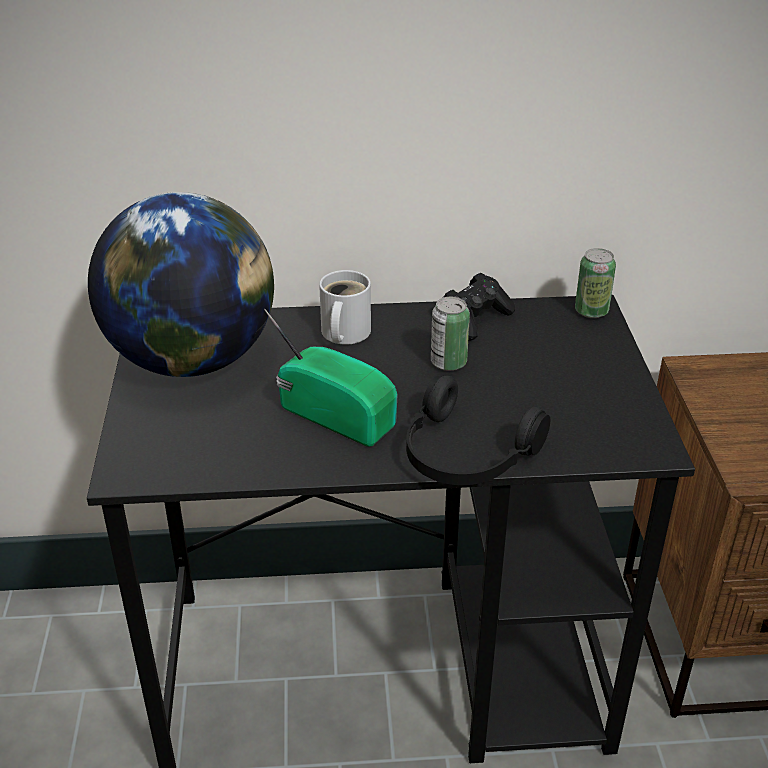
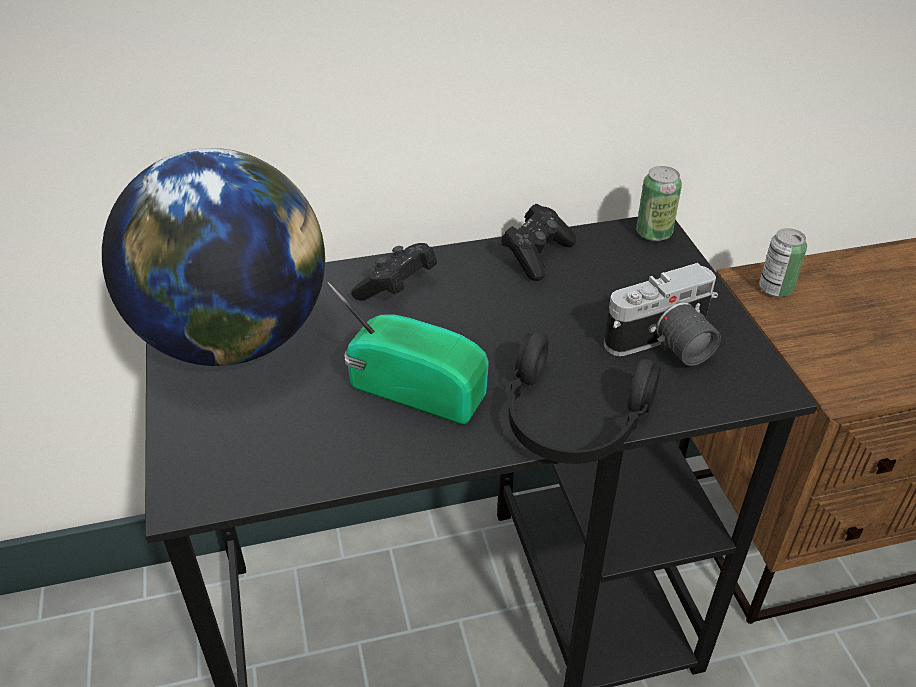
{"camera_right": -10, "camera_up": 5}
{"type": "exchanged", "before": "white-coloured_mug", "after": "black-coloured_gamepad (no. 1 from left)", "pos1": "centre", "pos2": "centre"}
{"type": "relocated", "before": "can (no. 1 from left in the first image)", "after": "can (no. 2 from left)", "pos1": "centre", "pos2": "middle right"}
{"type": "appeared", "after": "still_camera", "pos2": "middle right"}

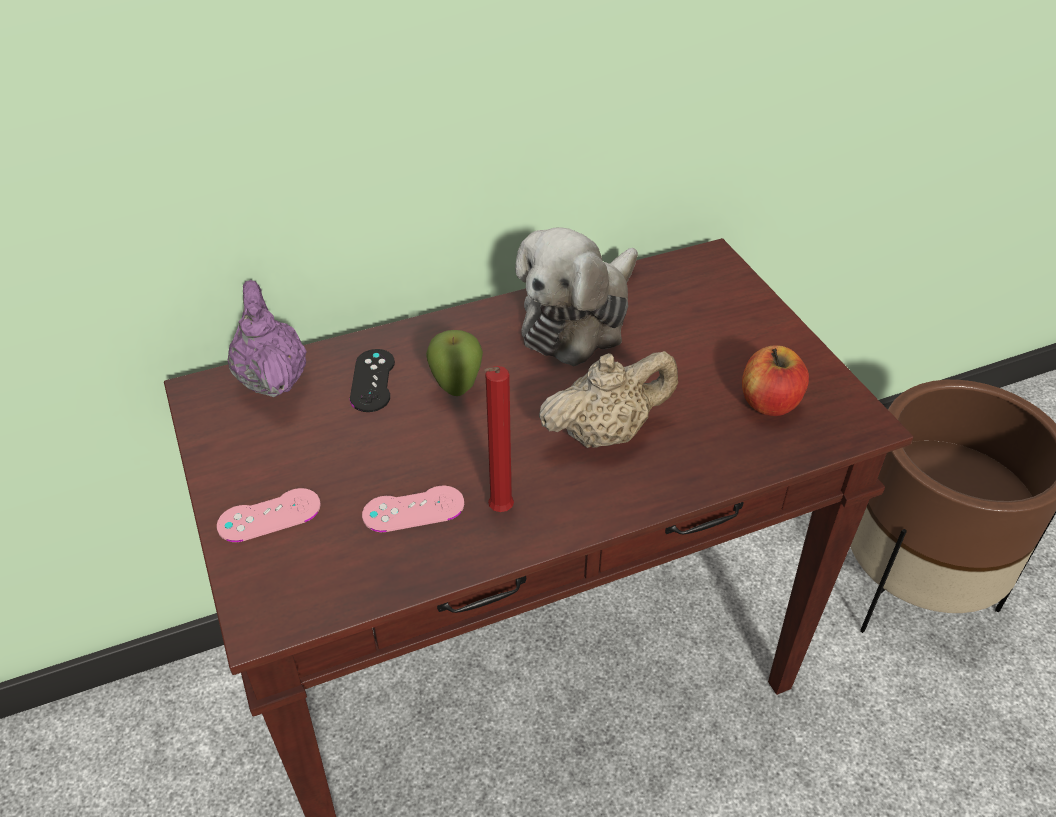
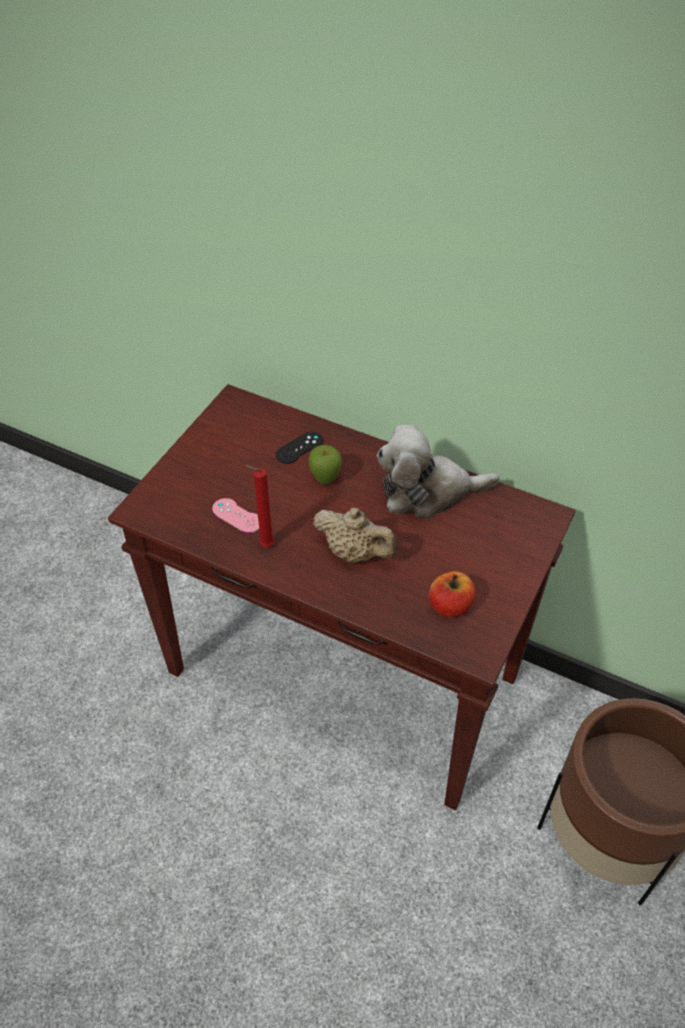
{"camera_right": 50, "camera_up": 5}
{"type": "missing", "before": "pink-coloured_gamepad (no. 1 from left)", "pos1": "middle left"}
{"type": "missing", "before": "purple-coloured_tea_pot", "pos1": "middle left"}

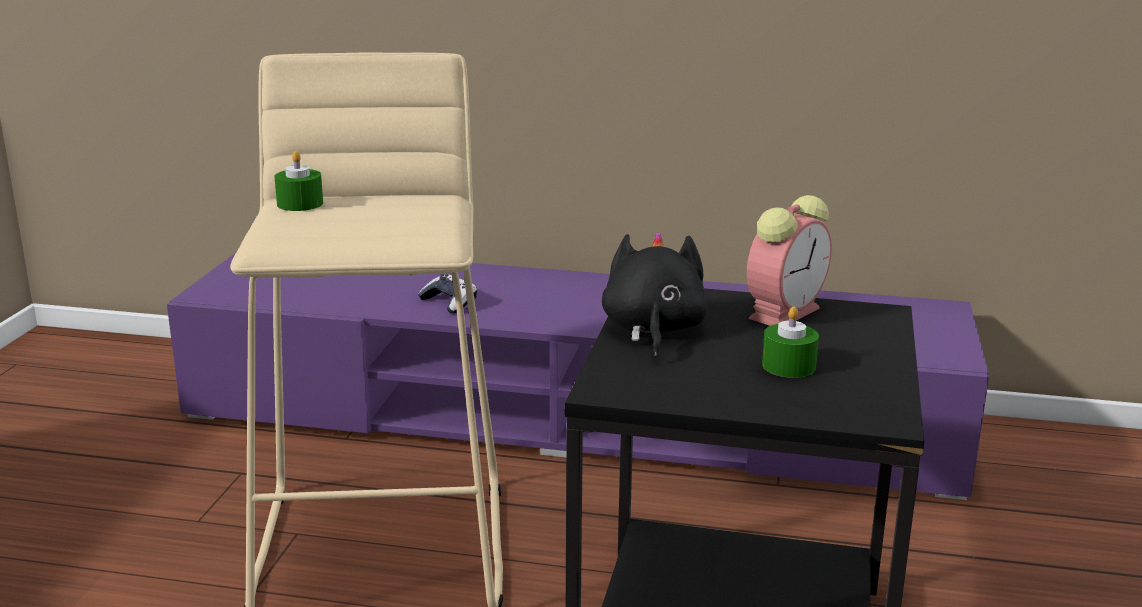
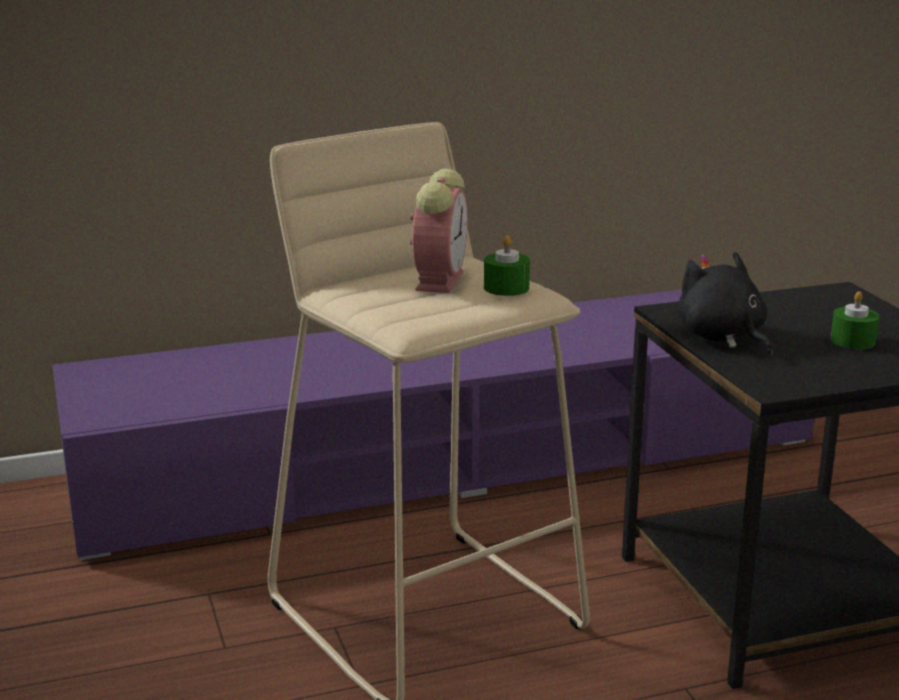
{"camera_right": -30, "camera_up": 0}
{"type": "relocated", "before": "green_wax_light (no. 1 from left)", "pos1": "top left", "pos2": "centre"}
{"type": "missing", "before": "gamepad", "pos1": "centre"}
{"type": "relocated", "before": "table_clock", "pos1": "middle right", "pos2": "top centre"}

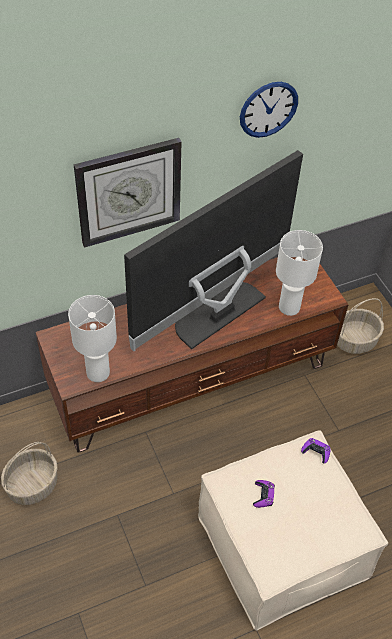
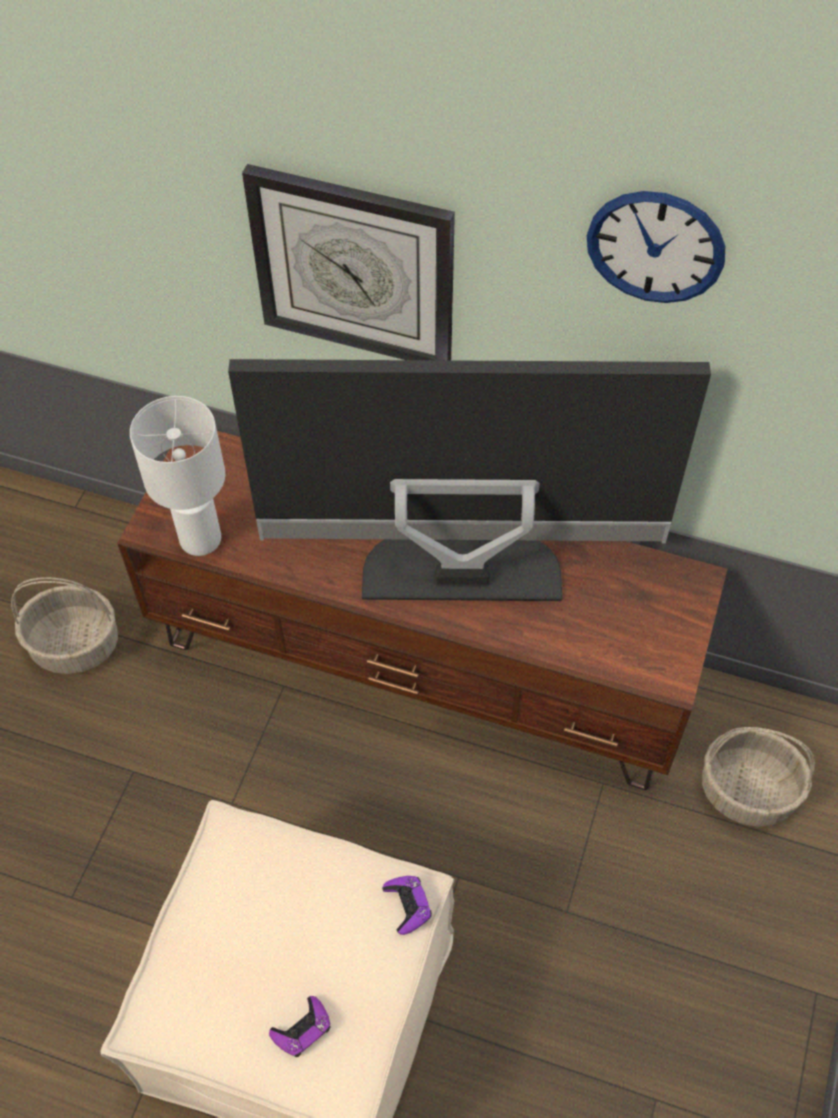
{"camera_right": 45, "camera_up": 5}
{"type": "relocated", "before": "purple-coloured_gamepad (no. 1 from left)", "pos1": "bottom right", "pos2": "bottom centre"}
{"type": "missing", "before": "white-coloured_tabletop_lamp (no. 2 from left)", "pos1": "middle right"}

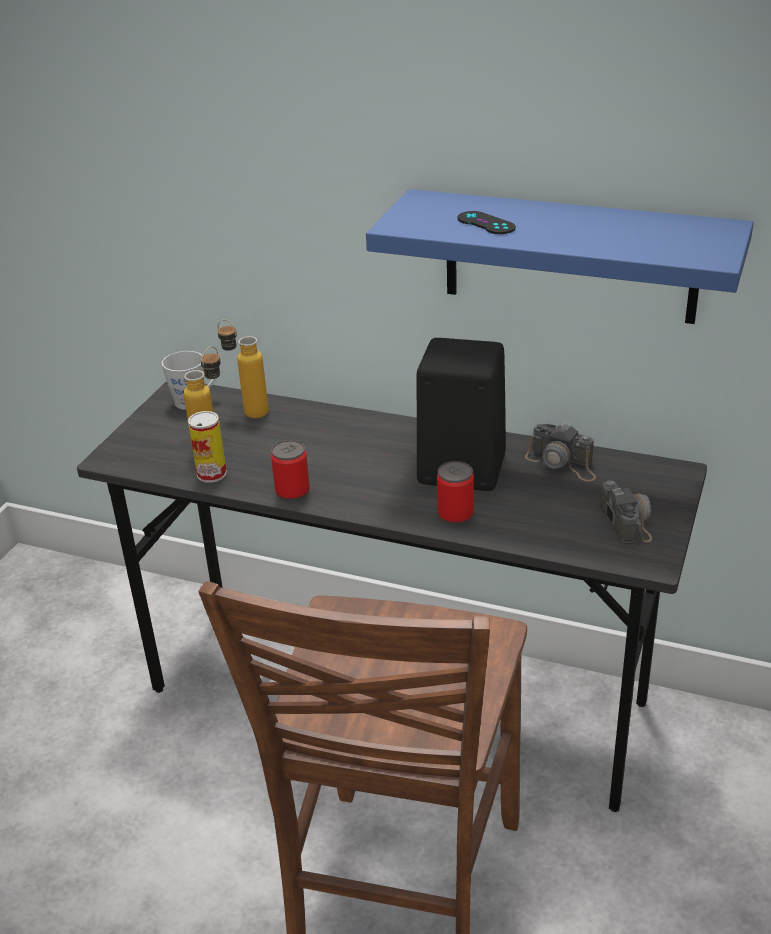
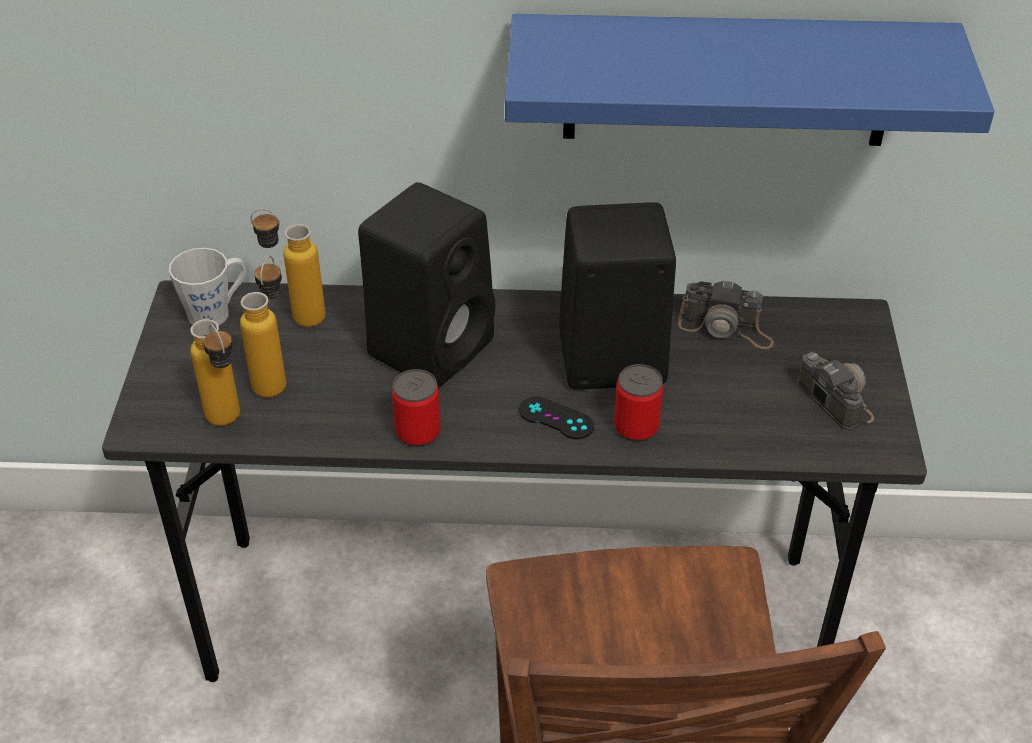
{"camera_right": -20, "camera_up": 10}
{"type": "missing", "before": "can (no. 1 from left)", "pos1": "middle left"}
{"type": "relocated", "before": "black-coloured_gamepad", "pos1": "top centre", "pos2": "centre"}
{"type": "appeared", "after": "bottle (no. 1 from left)", "pos2": "middle left"}
{"type": "appeared", "after": "black-coloured_audio_speaker (no. 1 from left)", "pos2": "centre"}

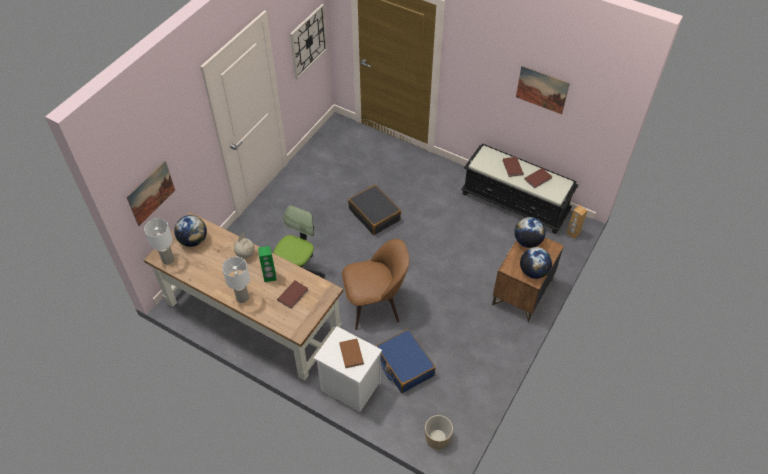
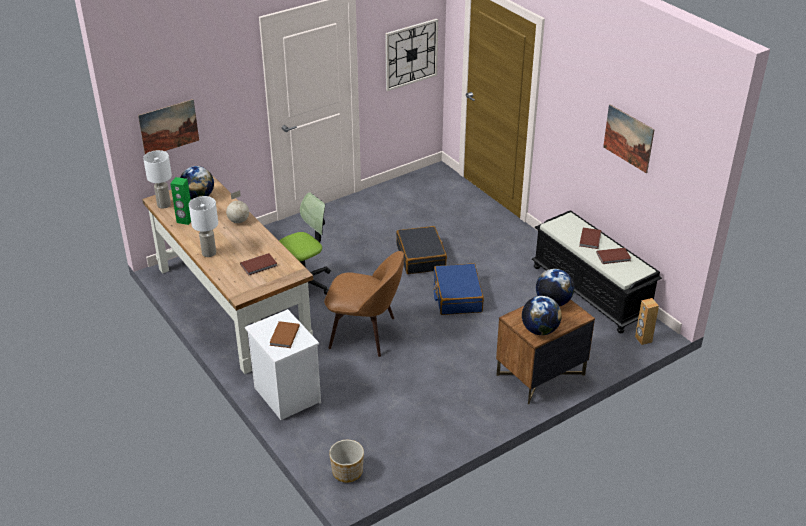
{"camera_right": 25, "camera_up": -15}
{"type": "relocated", "before": "green_audio_speaker", "pos1": "centre", "pos2": "middle left"}
{"type": "relocated", "before": "blue_suitcase", "pos1": "bottom centre", "pos2": "centre"}

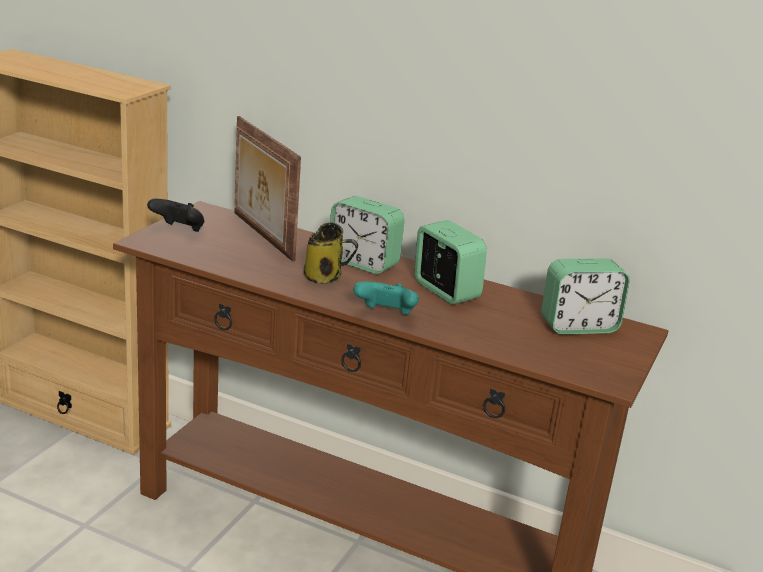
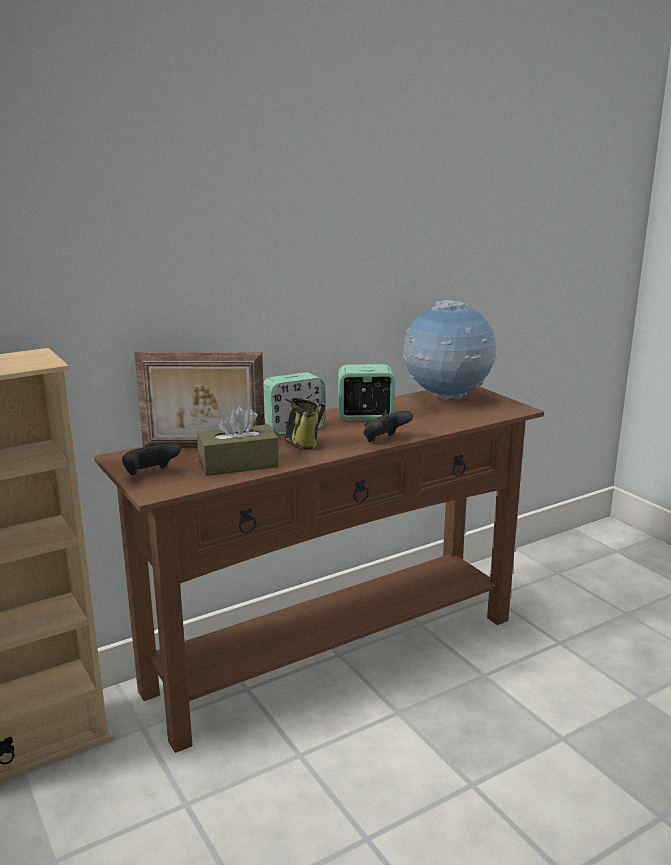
{"camera_right": -55, "camera_up": -5}
{"type": "colour", "before": "blue-green_gamepad", "after": "black-coloured_gamepad (no. 2 from left)", "pos1": "centre", "pos2": "centre"}
{"type": "exchanged", "before": "table_clock (no. 3 from left)", "after": "world_globe", "pos1": "middle right", "pos2": "middle right"}
{"type": "appeared", "after": "brownish_tissue_box", "pos2": "centre"}

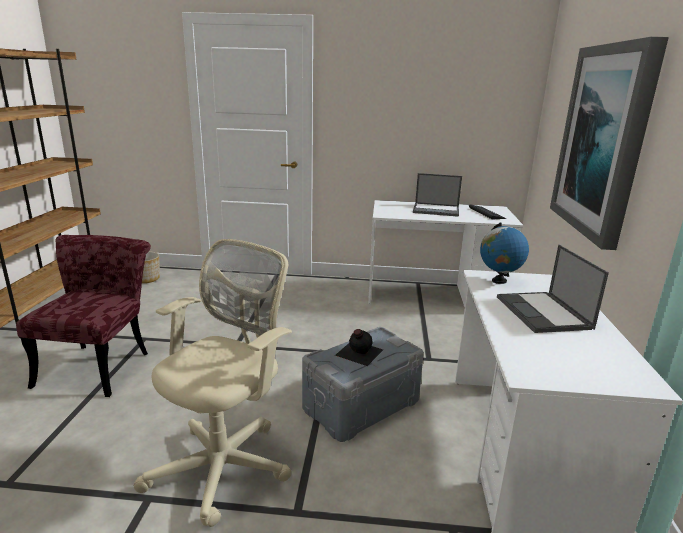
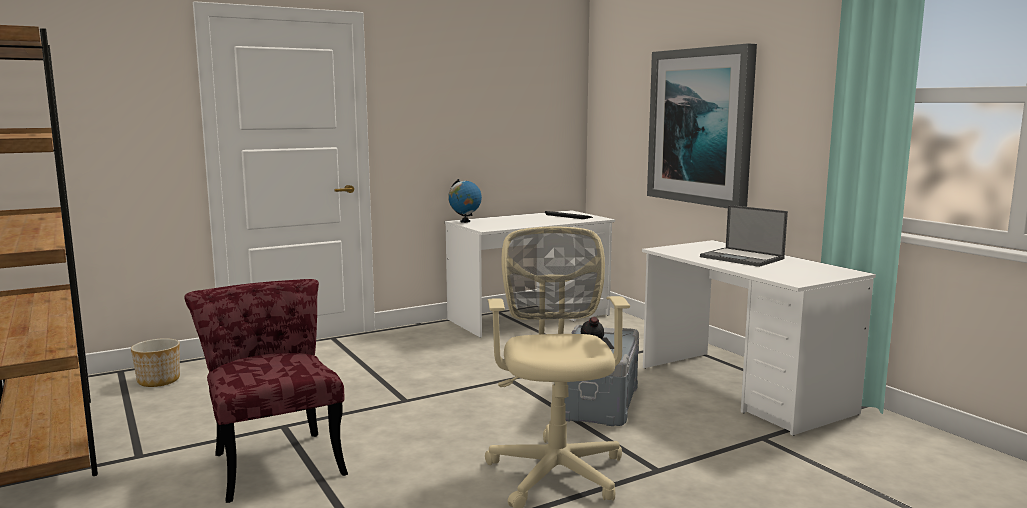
{"camera_right": -35, "camera_up": -10}
{"type": "missing", "before": "portable_computer (no. 1 from left)", "pos1": "centre"}
{"type": "relocated", "before": "world_globe", "pos1": "middle right", "pos2": "centre"}

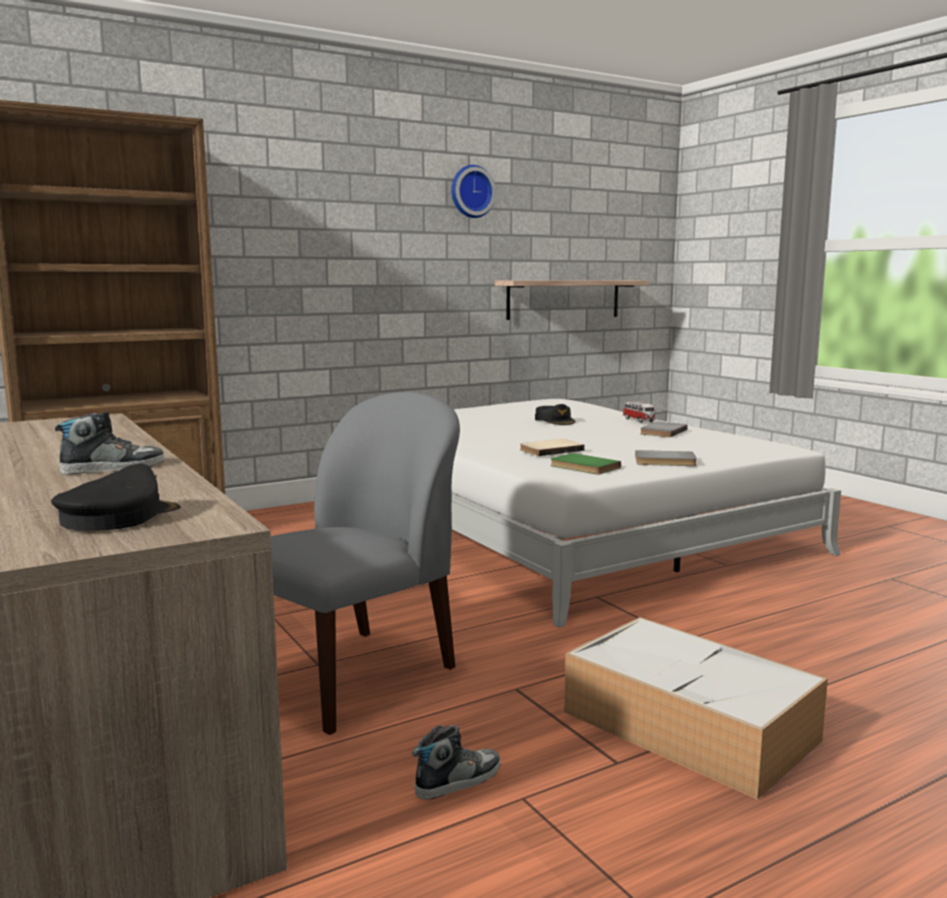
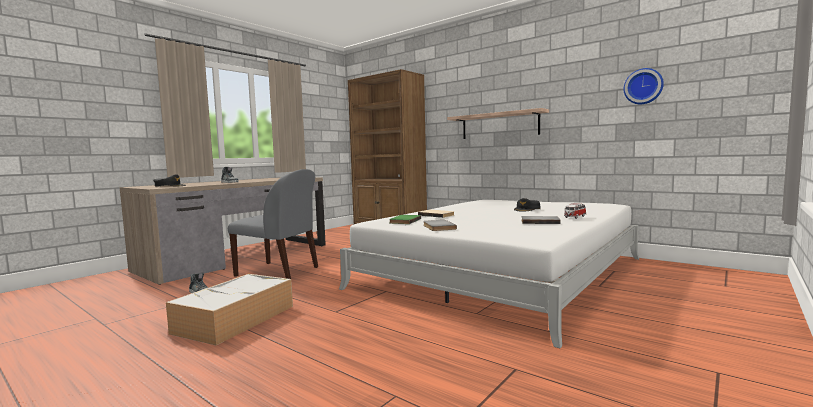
{"camera_right": 70, "camera_up": -5}
{"type": "relocated", "before": "hanging_clock", "pos1": "top centre", "pos2": "top right"}
{"type": "relocated", "before": "wall_shelf", "pos1": "centre", "pos2": "top centre"}

